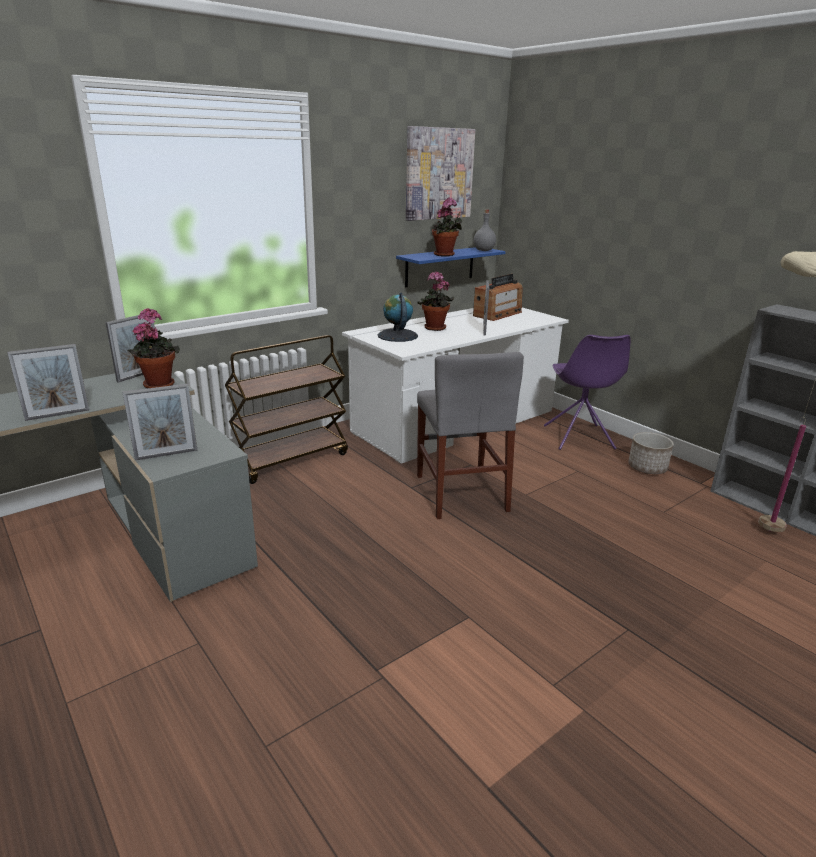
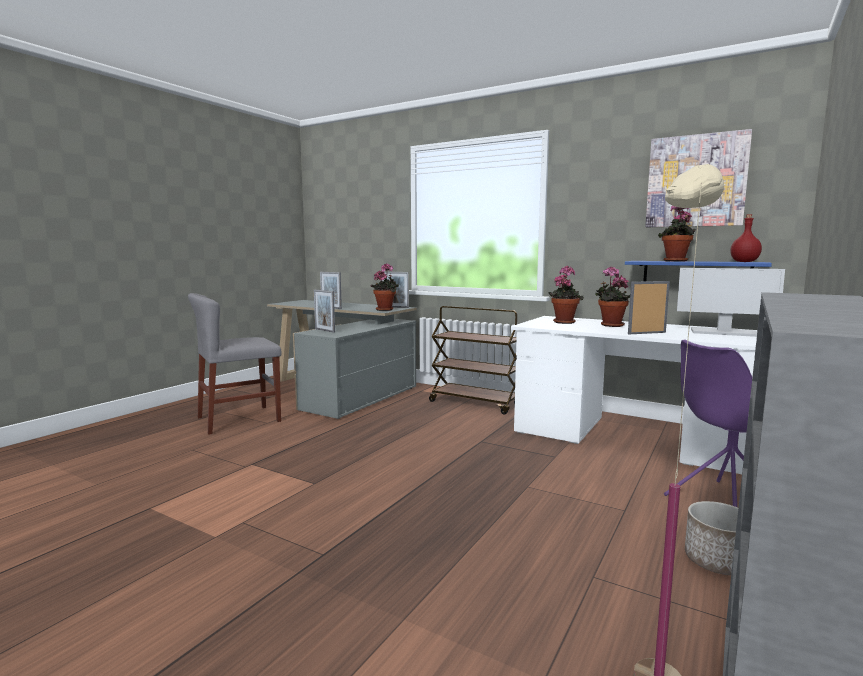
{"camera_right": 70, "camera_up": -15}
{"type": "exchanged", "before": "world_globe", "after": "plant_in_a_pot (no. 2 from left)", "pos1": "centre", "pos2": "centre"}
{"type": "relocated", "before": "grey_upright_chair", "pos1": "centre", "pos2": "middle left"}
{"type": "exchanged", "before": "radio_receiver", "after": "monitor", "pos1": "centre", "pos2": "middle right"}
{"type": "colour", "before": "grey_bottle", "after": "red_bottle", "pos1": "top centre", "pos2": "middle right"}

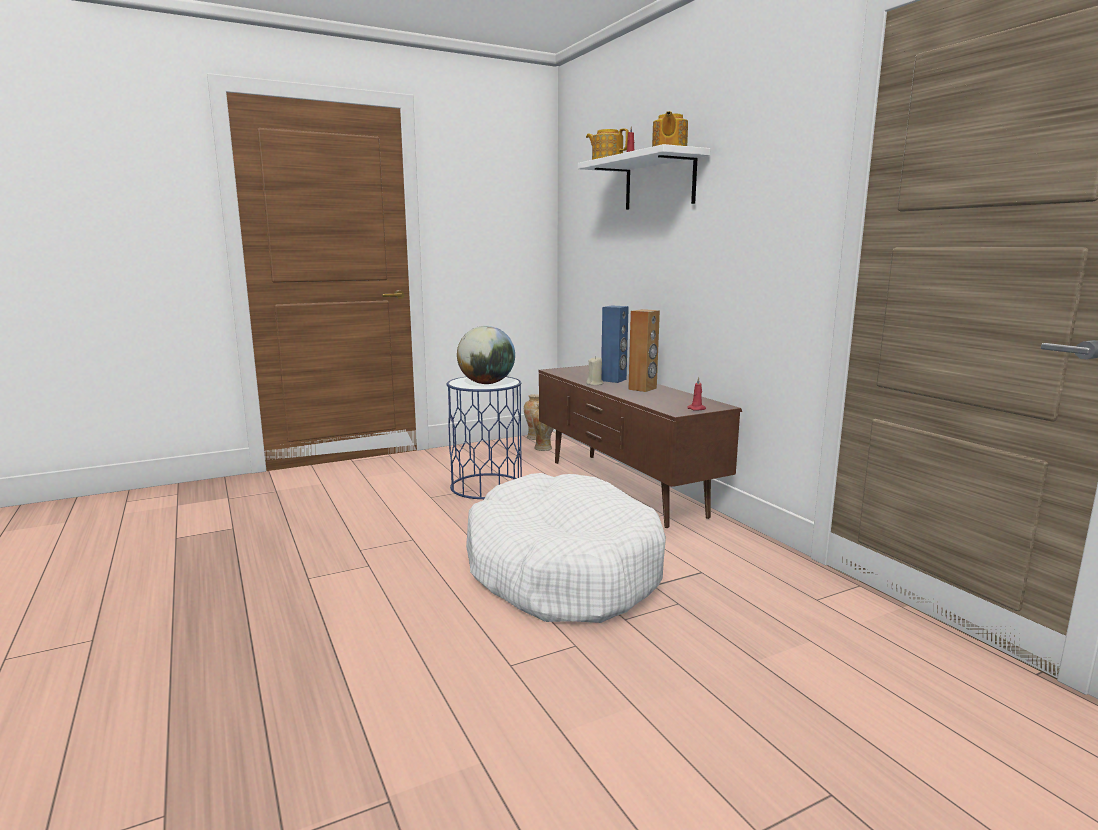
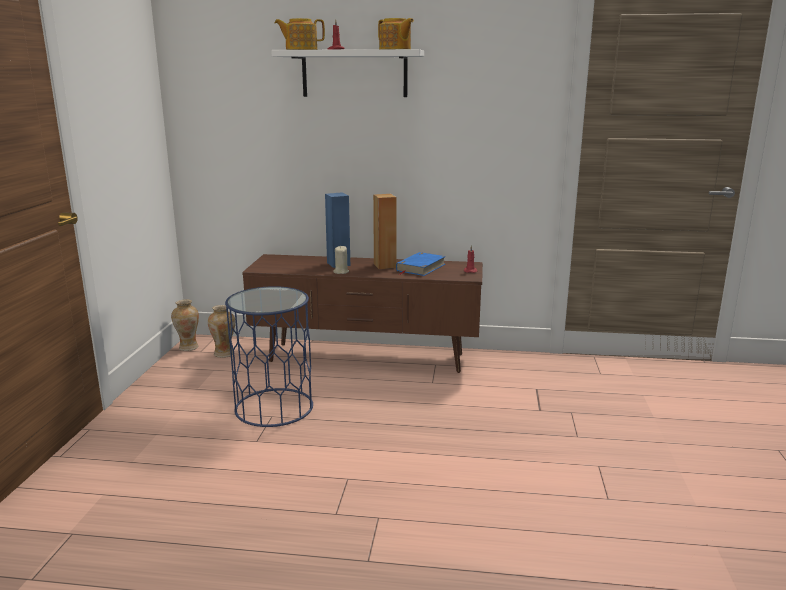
{"camera_right": -55, "camera_up": 5}
{"type": "missing", "before": "world_globe", "pos1": "centre"}
{"type": "missing", "before": "white-coloured_dog_cushion", "pos1": "centre"}
{"type": "appeared", "after": "blue_book", "pos2": "centre"}

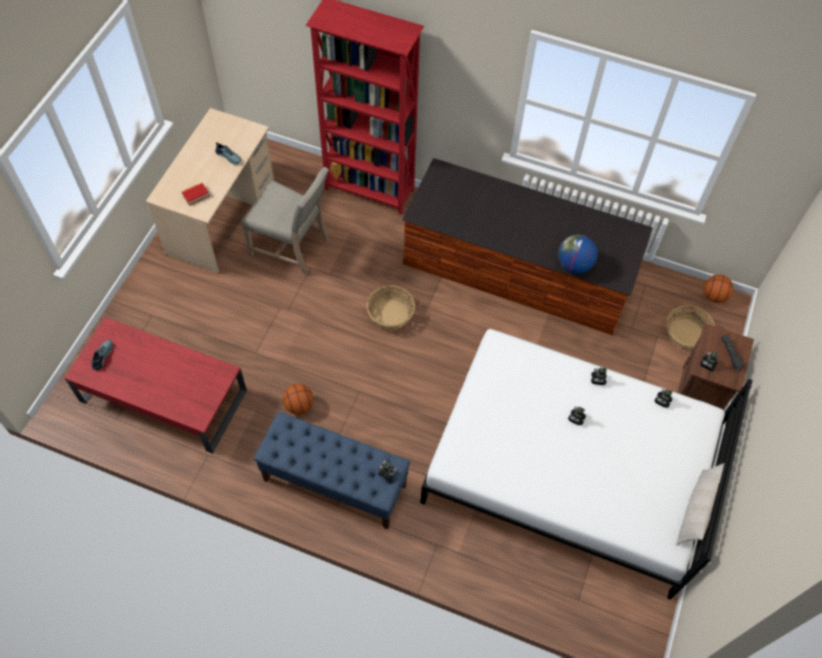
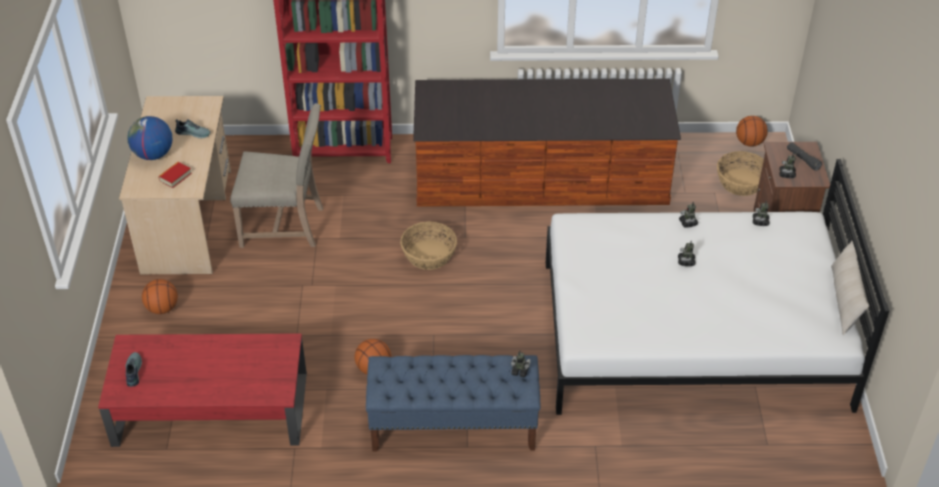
{"camera_right": -20, "camera_up": -15}
{"type": "relocated", "before": "world_globe", "pos1": "middle right", "pos2": "top left"}
{"type": "appeared", "after": "ball_for_basketball (no. 1 from left)", "pos2": "middle left"}

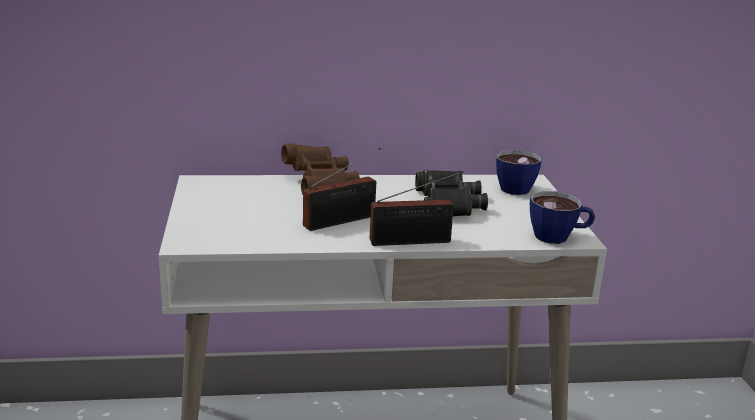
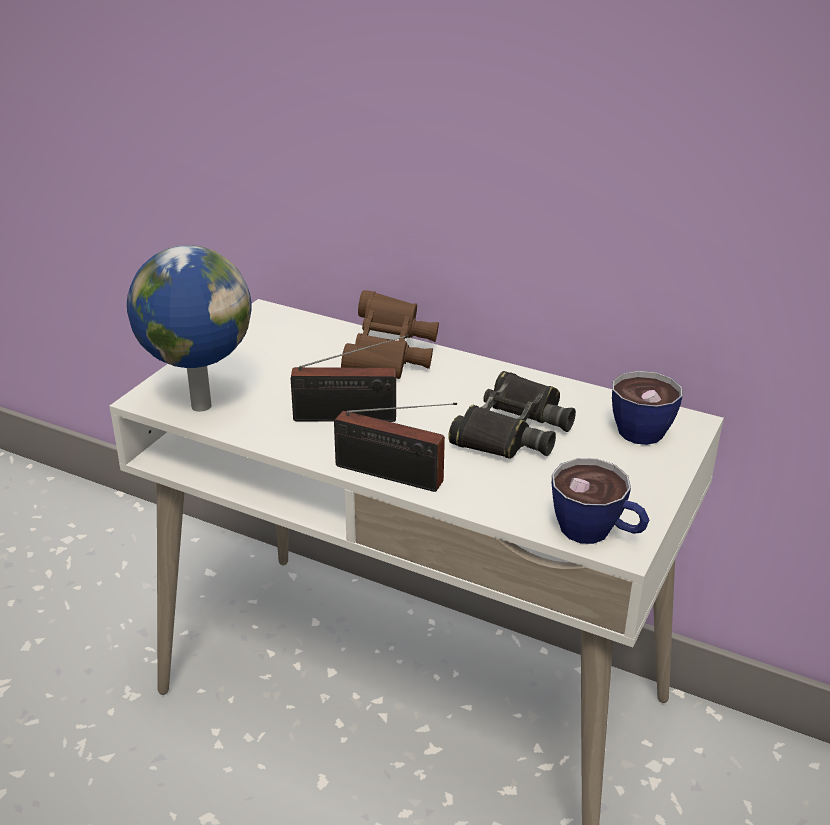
{"camera_right": 35, "camera_up": 10}
{"type": "appeared", "after": "world_globe", "pos2": "middle left"}

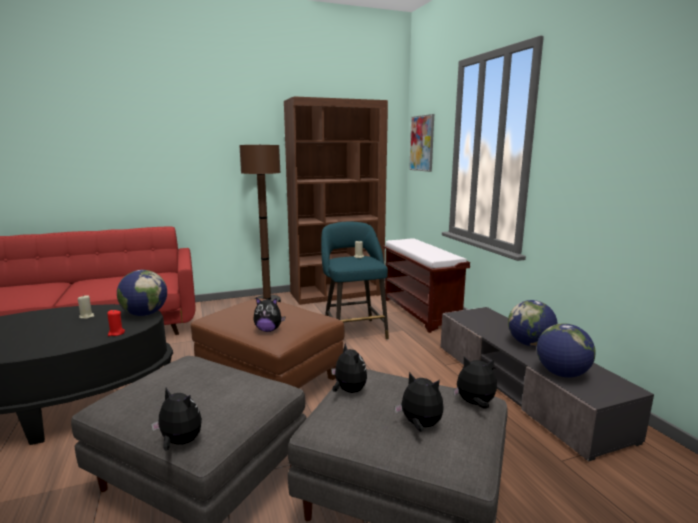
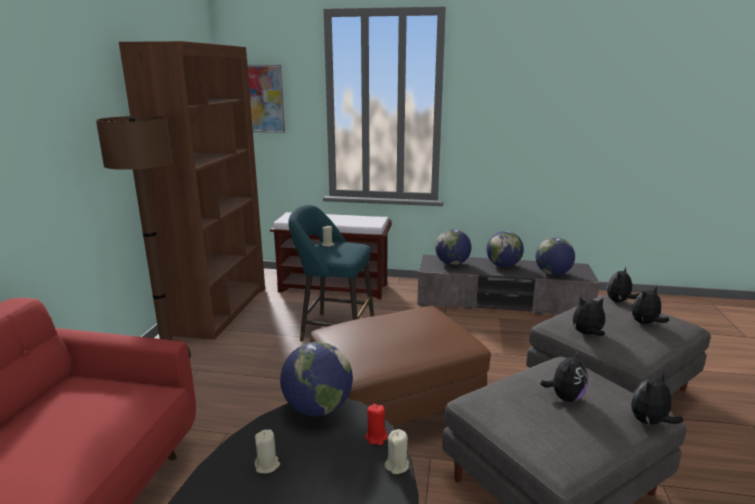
{"camera_right": -60, "camera_up": 5}
{"type": "relocated", "before": "cuddly_toy (no. 2 from left in the first image)", "after": "cuddly_toy (no. 1 from left)", "pos1": "centre", "pos2": "bottom right"}
{"type": "appeared", "after": "beige-coloured_wax_light (no. 3 from left)", "pos2": "bottom centre"}
{"type": "appeared", "after": "world_globe (no. 2 from left)", "pos2": "centre"}

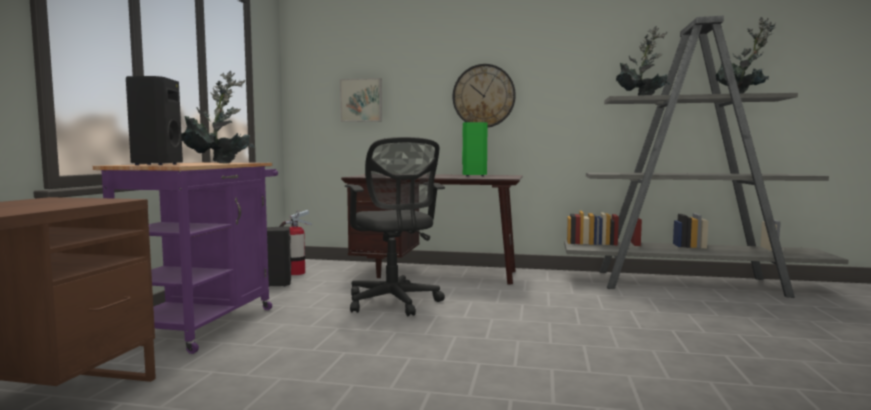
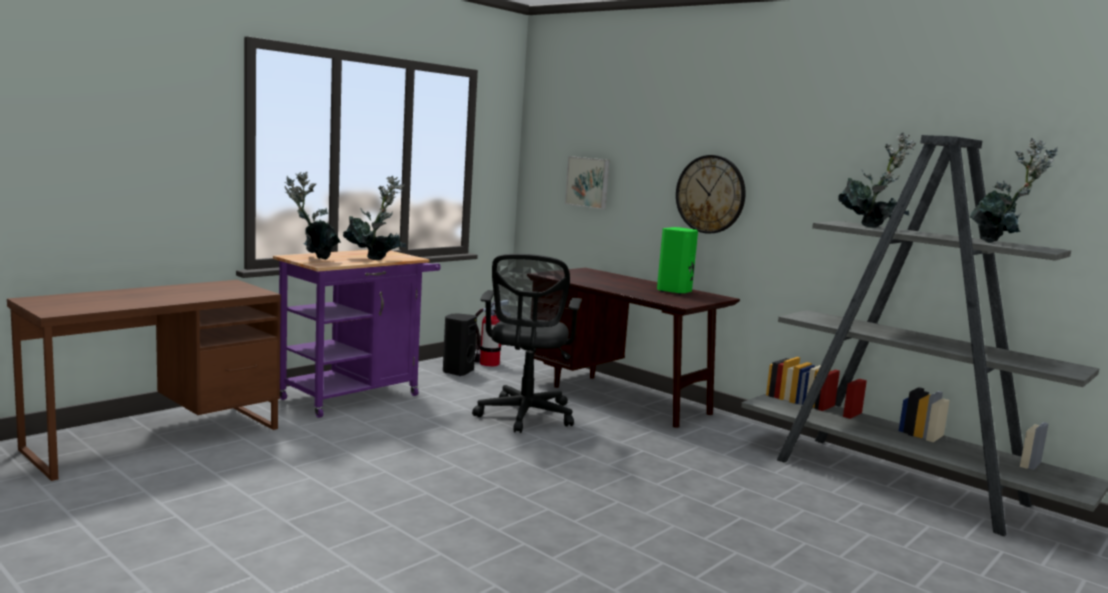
{"camera_right": 30, "camera_up": 5}
{"type": "exchanged", "before": "black-coloured_audio_speaker (no. 1 from left)", "after": "plant_in_a_pot (no. 1 from left)", "pos1": "top left", "pos2": "middle left"}

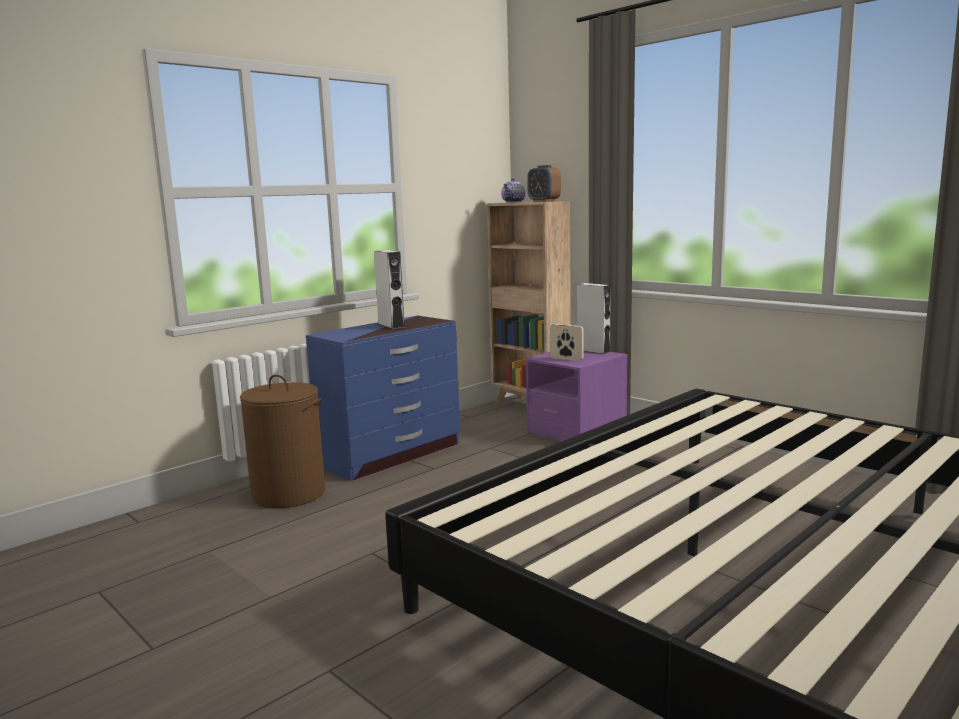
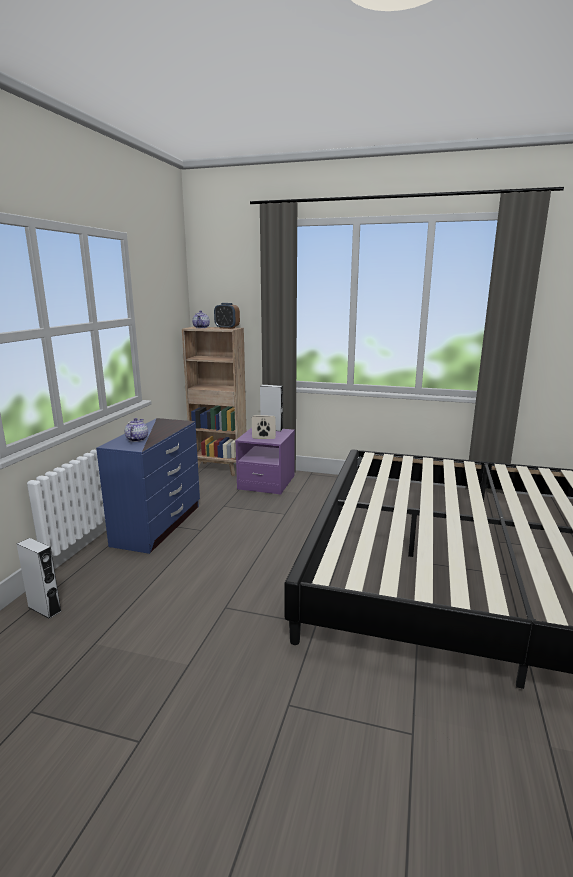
{"camera_right": -30, "camera_up": 5}
{"type": "missing", "before": "brownish_laundry_basket", "pos1": "middle left"}
{"type": "relocated", "before": "grey_audio_speaker (no. 1 from left)", "pos1": "centre", "pos2": "middle left"}
{"type": "appeared", "after": "tea_pot (no. 1 from left)", "pos2": "middle left"}

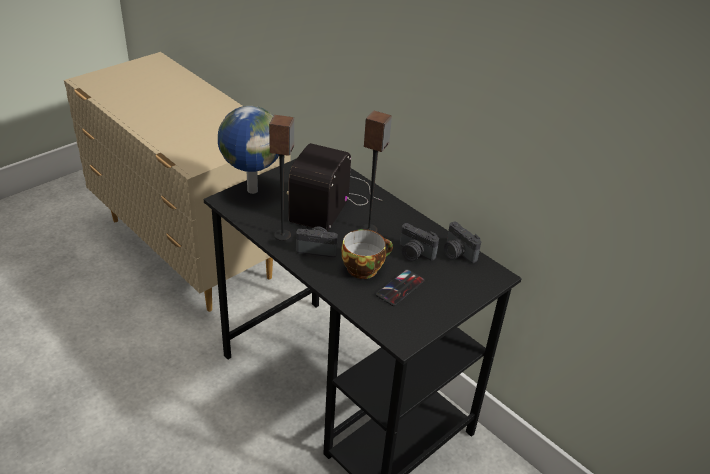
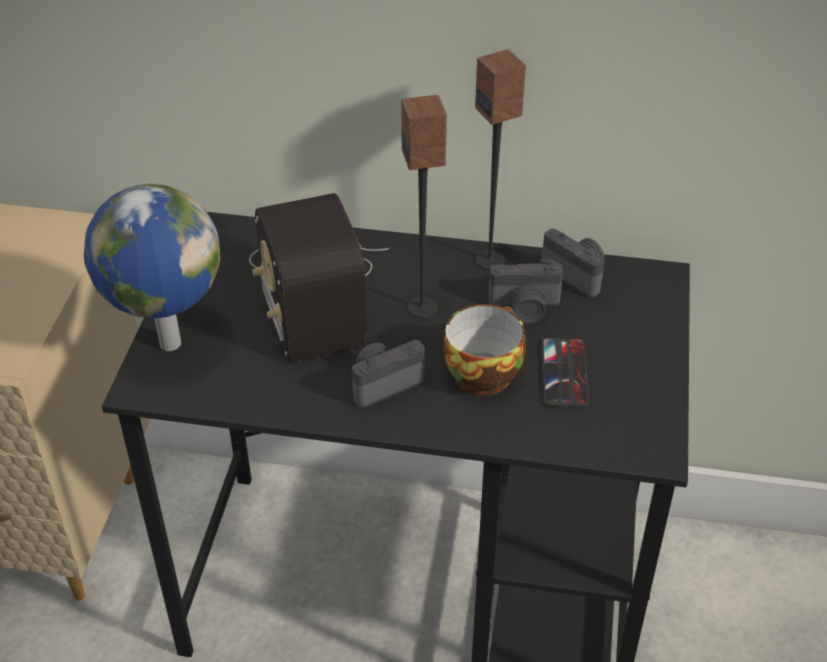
{"camera_right": -35, "camera_up": 5}
{"type": "relocated", "before": "audio_speaker (no. 1 from left in the first image)", "after": "audio_speaker (no. 2 from left)", "pos1": "centre", "pos2": "top centre"}
{"type": "spun", "before": "still_camera (no. 3 from left)", "pos1": "centre", "pos2": "middle right", "turn": -150}

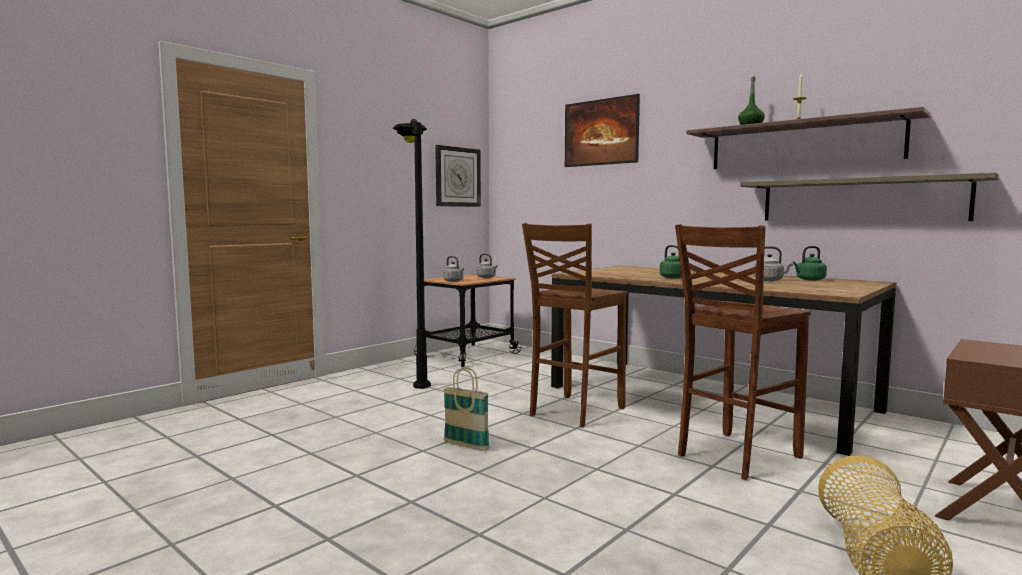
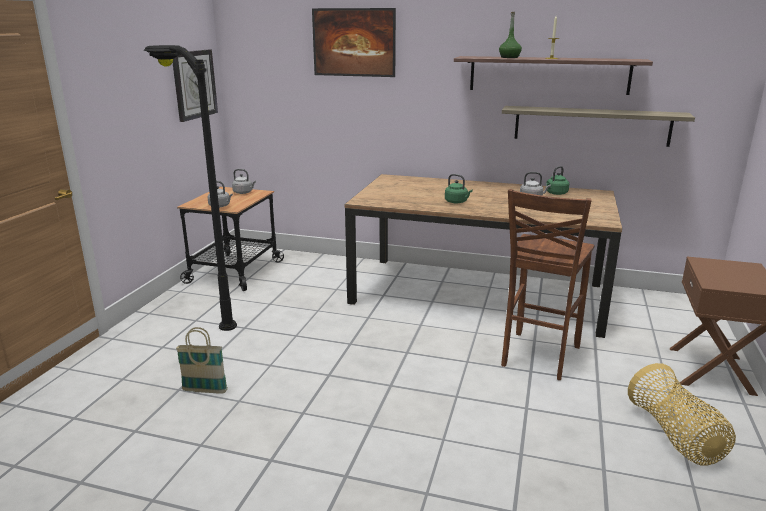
{"camera_right": -25, "camera_up": 15}
{"type": "relocated", "before": "basket (no. 1 from left)", "pos1": "bottom centre", "pos2": "bottom left"}
{"type": "missing", "before": "brownish_sitting_stool (no. 1 from left)", "pos1": "centre"}

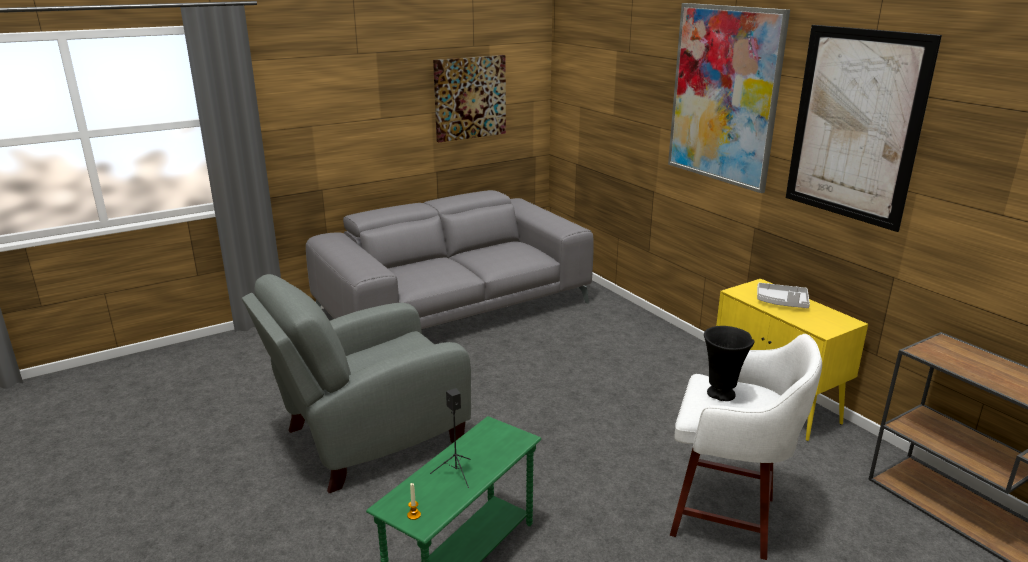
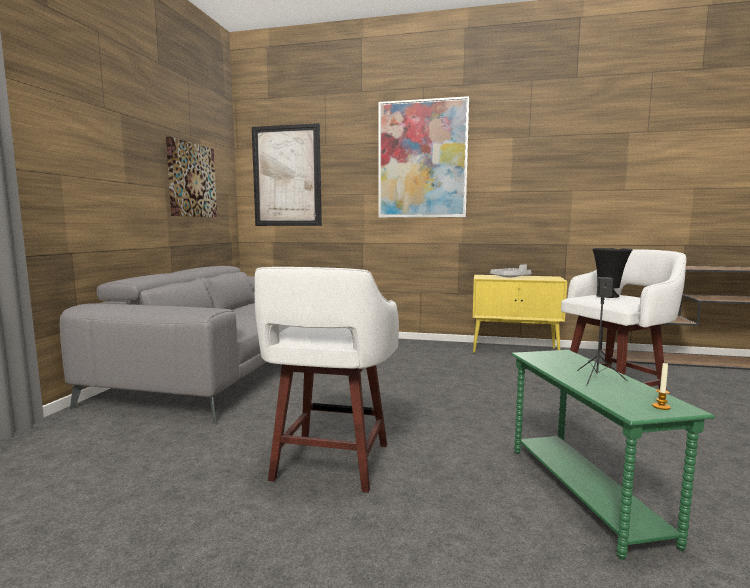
{"camera_right": -45, "camera_up": -15}
{"type": "exchanged", "before": "grey_lounge_chair", "after": "white-coloured_sitting_stool (no. 1 from left)", "pos1": "bottom centre", "pos2": "centre"}
{"type": "relocated", "before": "wall_picture (no. 3 from left in the first image)", "after": "wall_picture (no. 2 from left)", "pos1": "top right", "pos2": "top centre"}

